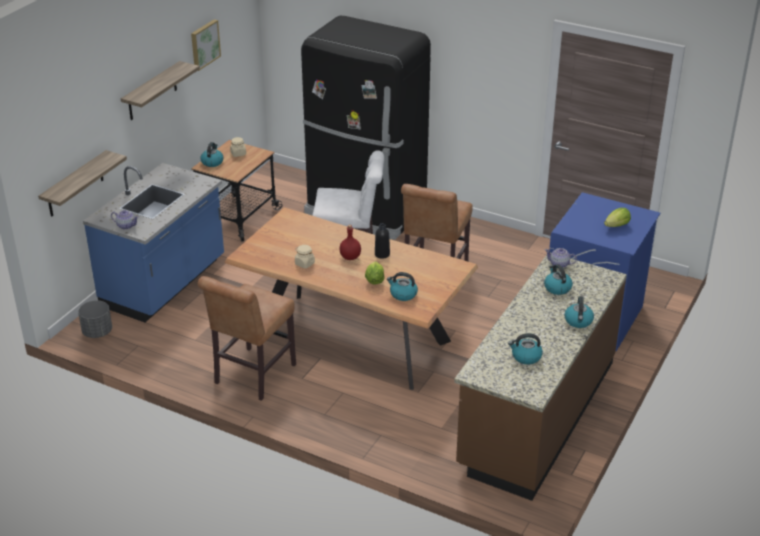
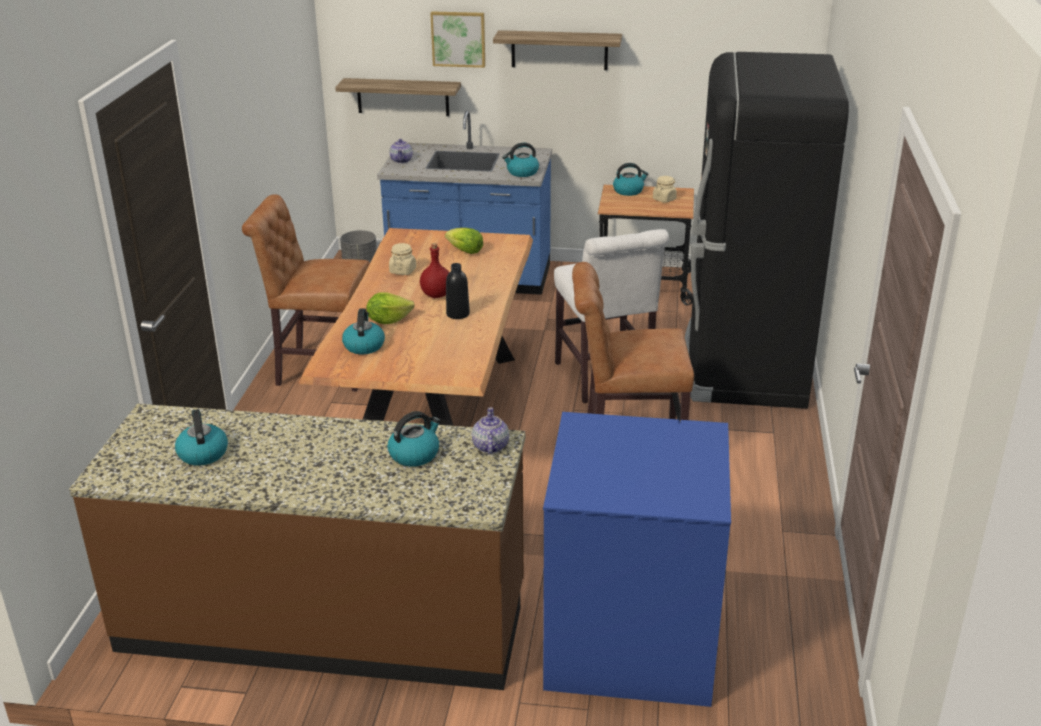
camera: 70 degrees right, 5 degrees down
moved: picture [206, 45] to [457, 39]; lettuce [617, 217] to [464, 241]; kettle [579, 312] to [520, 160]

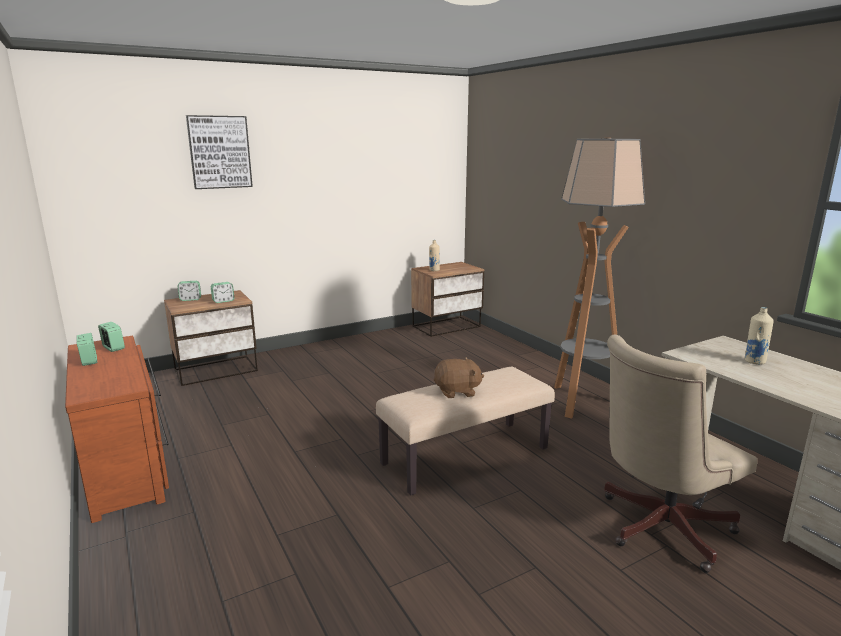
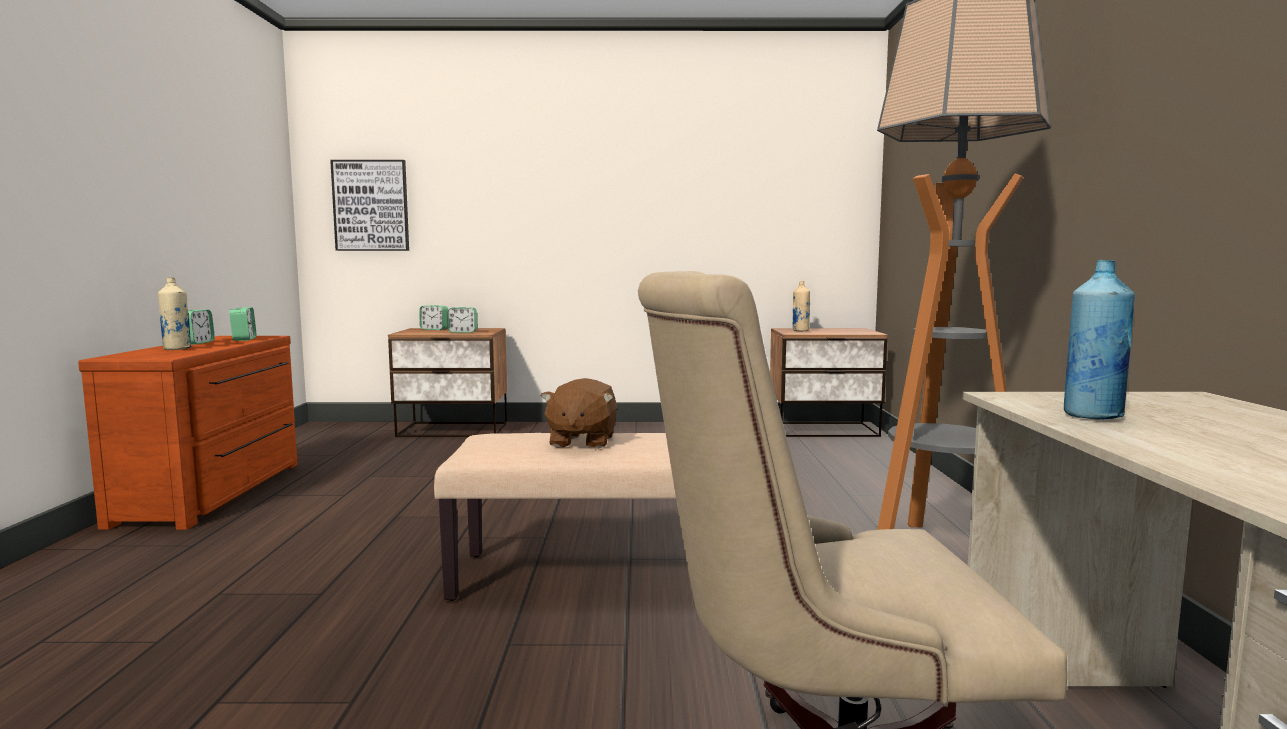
camera: 30 degrees right, 10 degrees down
added: blue bottle [1099, 339]
moved: picture [219, 152] to [369, 205]; beige bottle [759, 336] to [175, 313]
turned: brown plush toy [458, 377] = [579, 413] 75 degrees clockwise

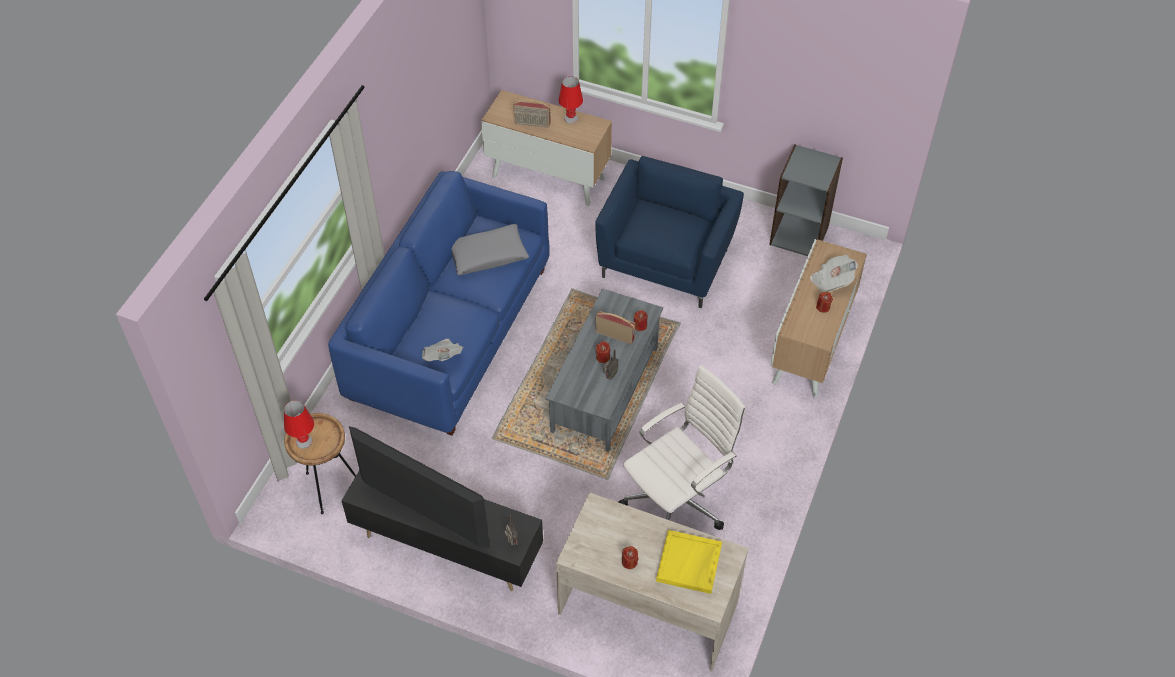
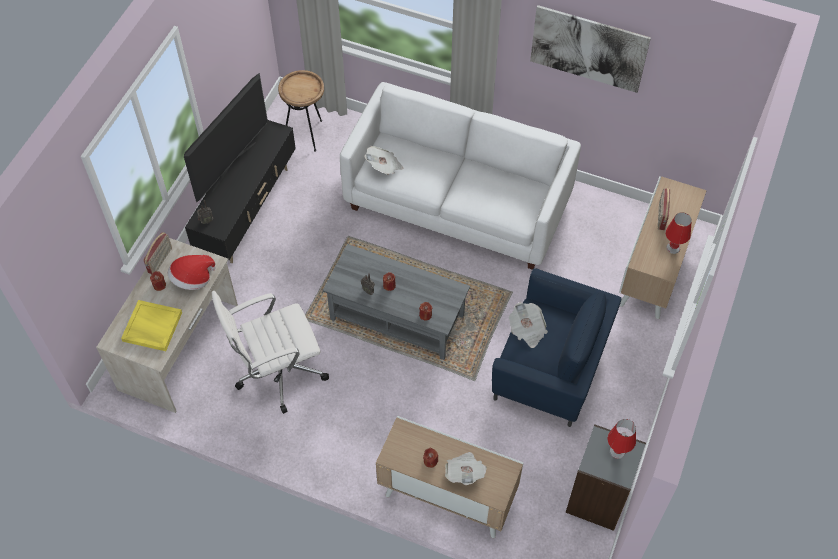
camera: 90 degrees right, 5 degrees up
removed: grey pillow [490, 249]
added: picture [590, 49]; hat [191, 272]; newspaper [528, 325]
moved: radio [615, 327] to [157, 253]; red table lamp [299, 424] to [621, 439]
recoloured: blue sofa [439, 303] to white sofa [460, 176]
turned: white office chair [682, 447] = [270, 352] 105 degrees clockwise

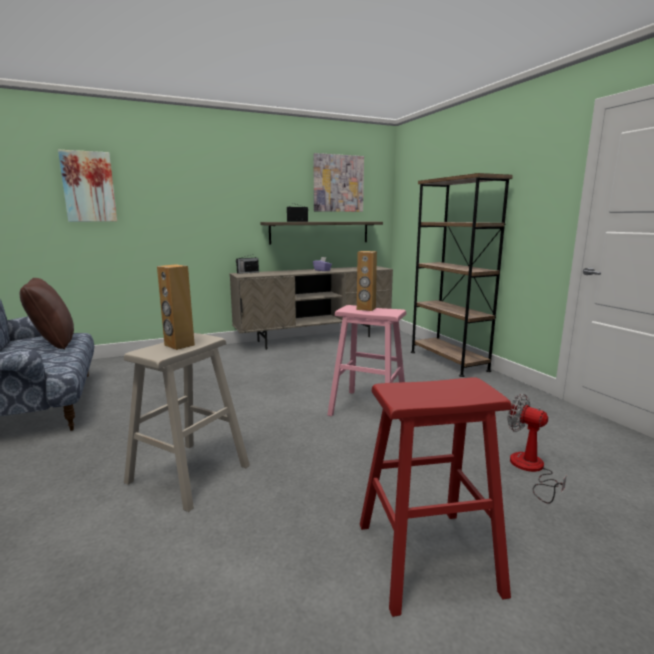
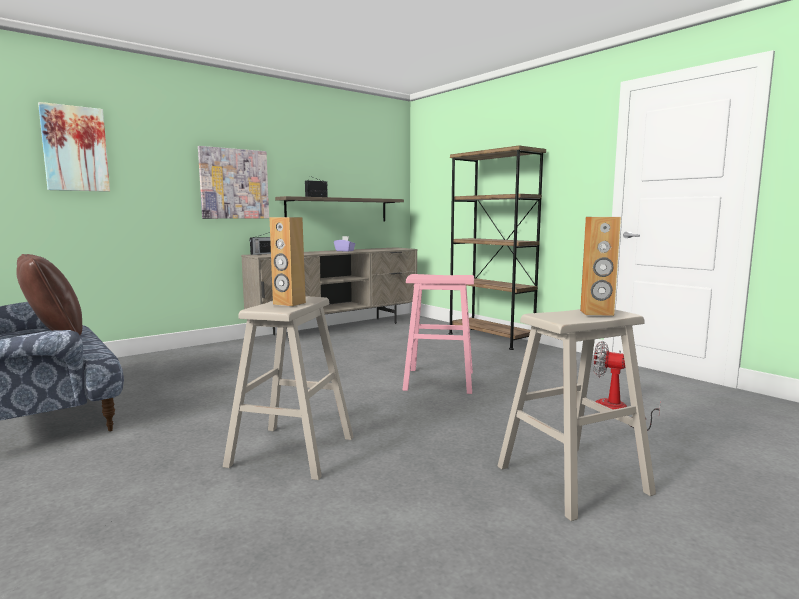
camera: 15 degrees left, 5 degrees down
moved: picture [338, 182] to [233, 182]; brown speaker [367, 281] to [600, 266]
recoloured: red stool [436, 497] to beige stool [577, 415]

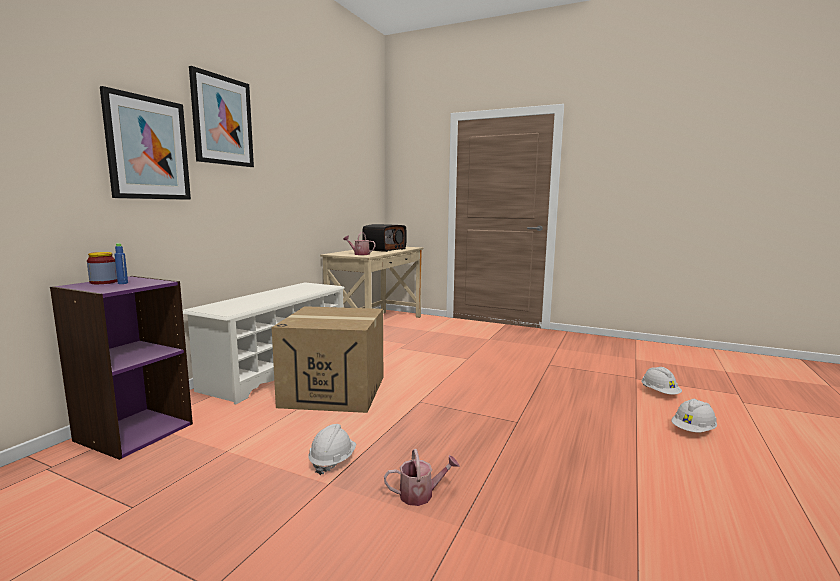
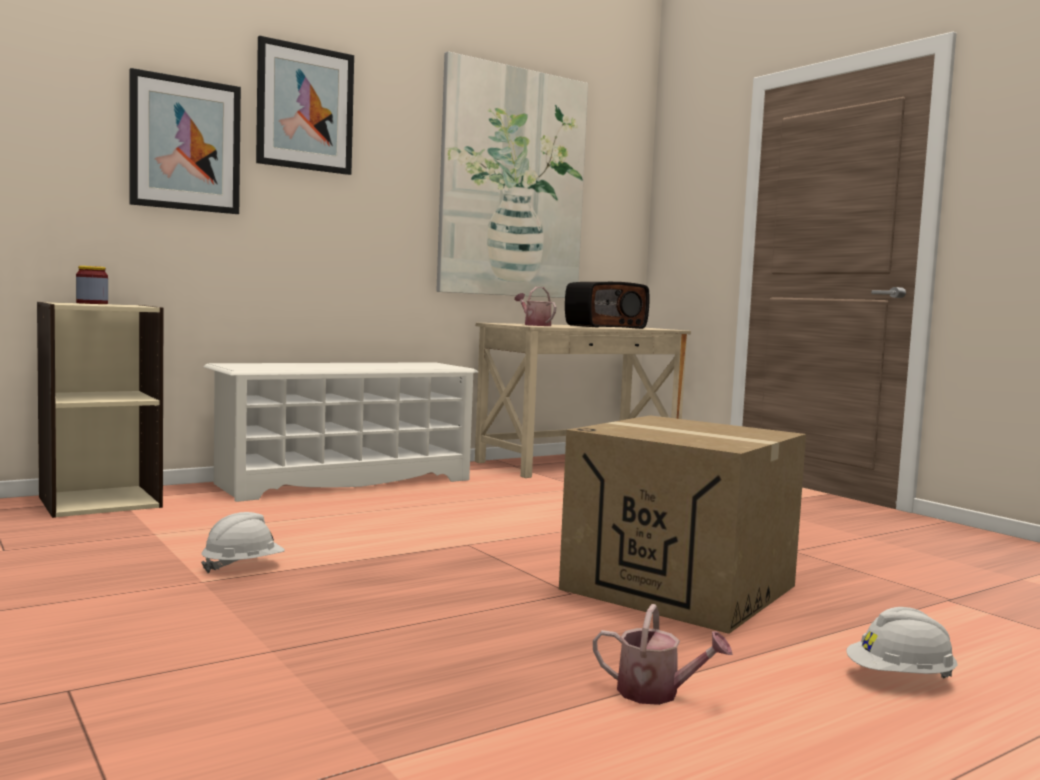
camera: 30 degrees right, 5 degrees down
removed: blue bottle [121, 263]; white hard hat [661, 381]
added: picture [512, 174]
moved: cardboard box [327, 359] to [682, 524]; watering can [421, 477] to [663, 654]
recoloured: purple bookcase [121, 368] to beige bookcase [100, 410]

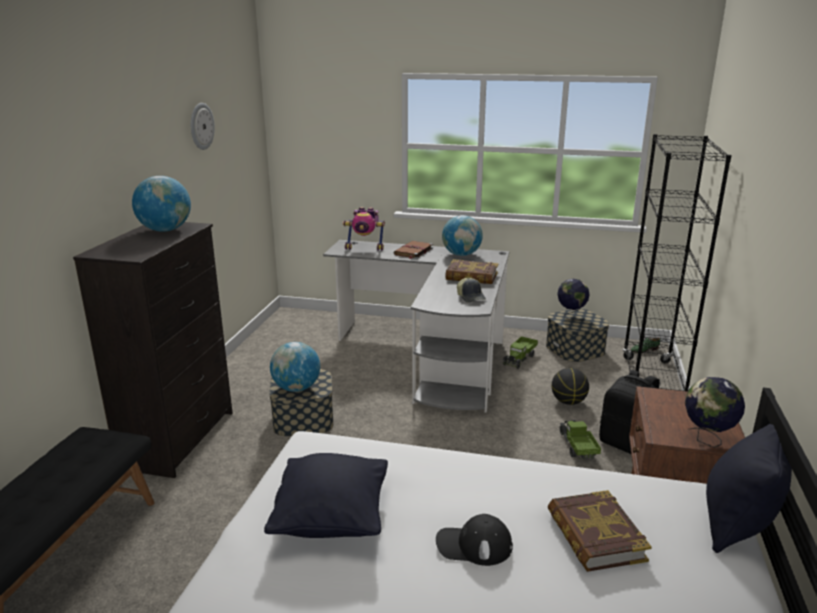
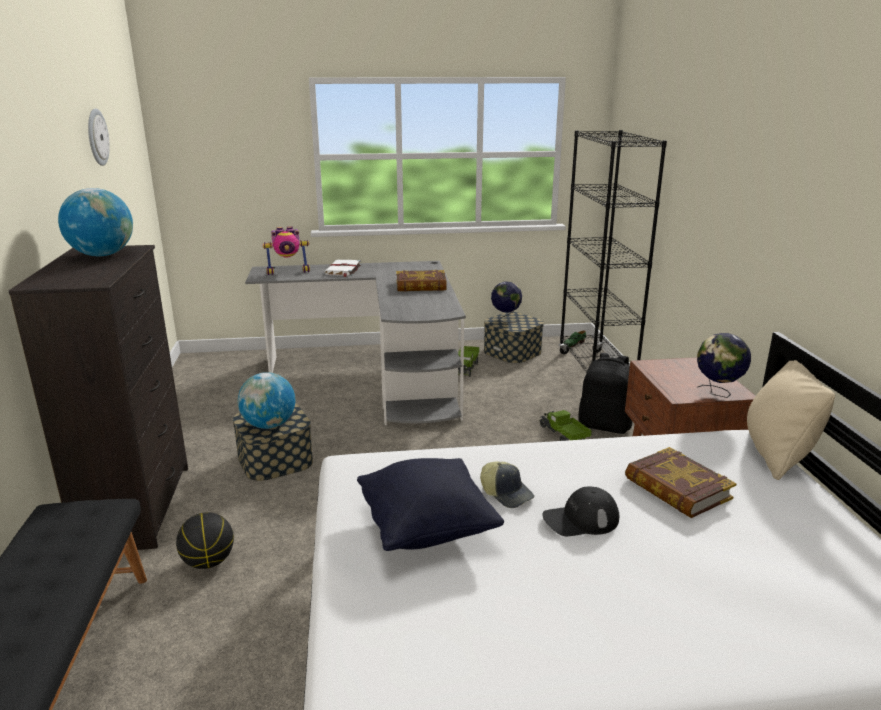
camera: 20 degrees left, 0 degrees up
removed: globe [462, 235]
moved: cap [471, 290] to [507, 484]; basketball [570, 386] to [205, 540]
recoloured: brown book [413, 250] to white book [342, 268]; black pillow [749, 488] to beige pillow [791, 420]

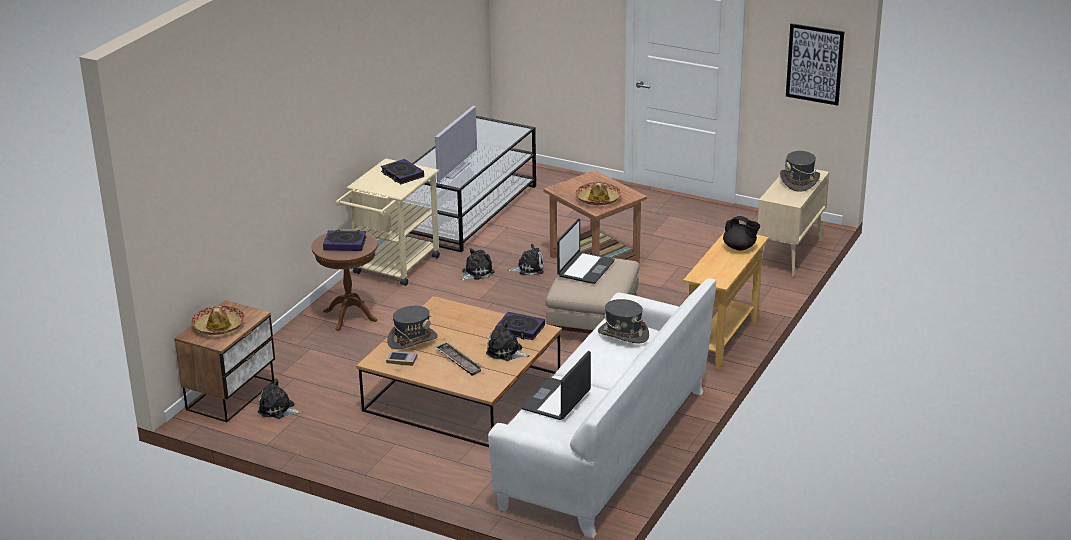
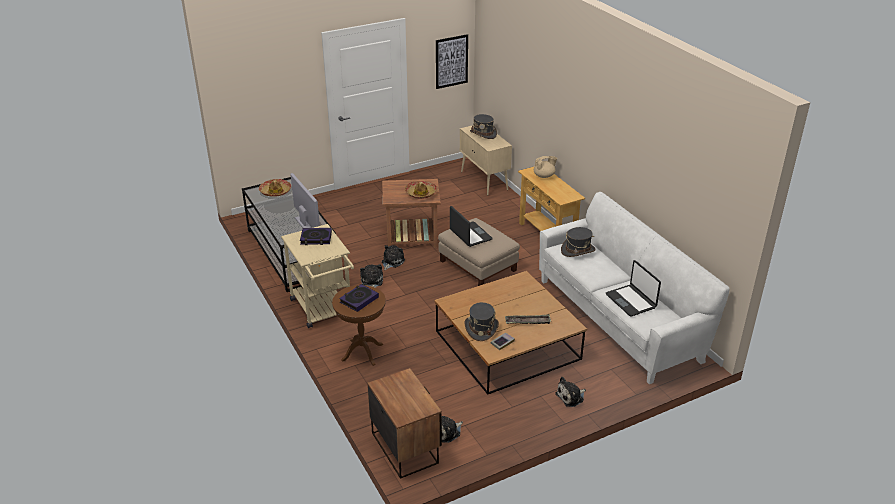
camera: 55 degrees left, 5 degrees up
removed: book [520, 326]
moved: hat [218, 320] to [275, 188]; plush toy [508, 341] to [570, 392]
recoloured: black teapot [741, 233] to beige teapot [545, 167]

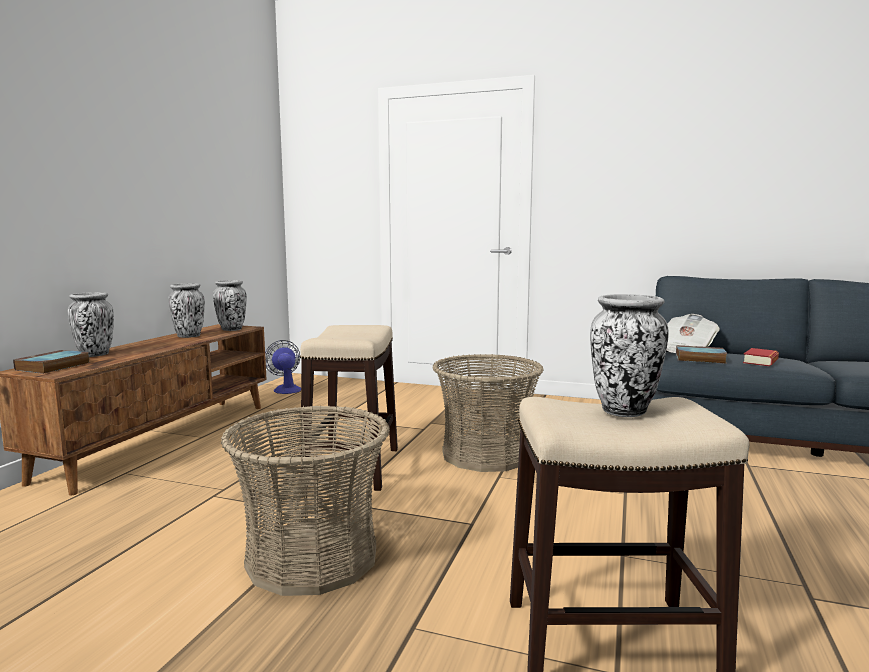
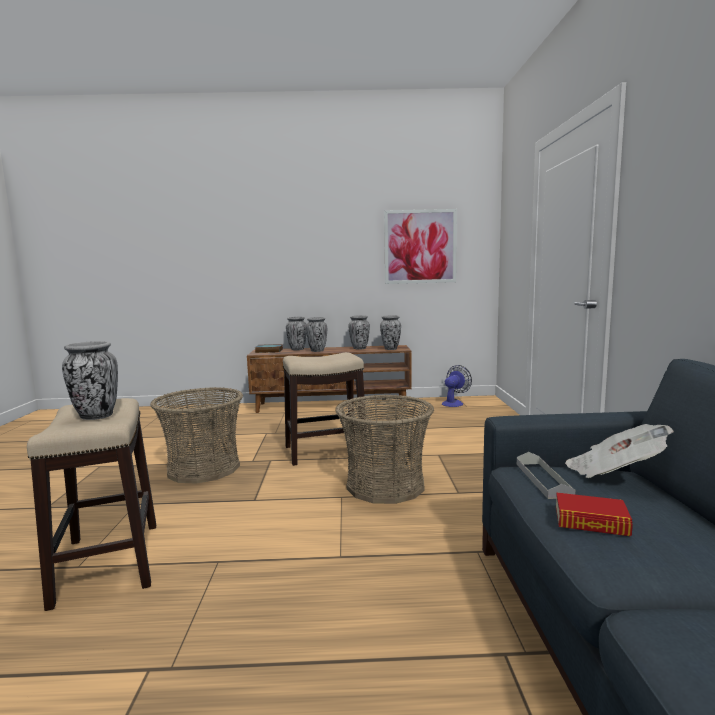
camera: 70 degrees right, 0 degrees up
added: picture [420, 246]; vase [316, 334]
replaced: book [702, 354] to grey tray [546, 475]

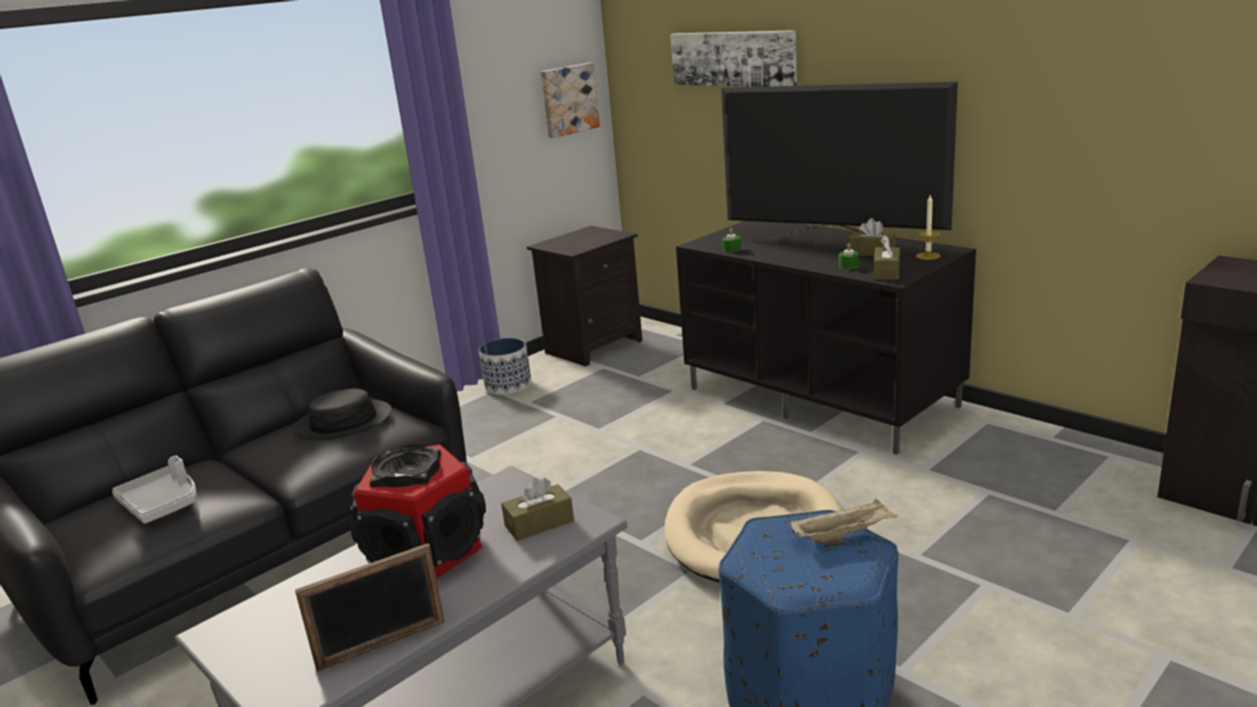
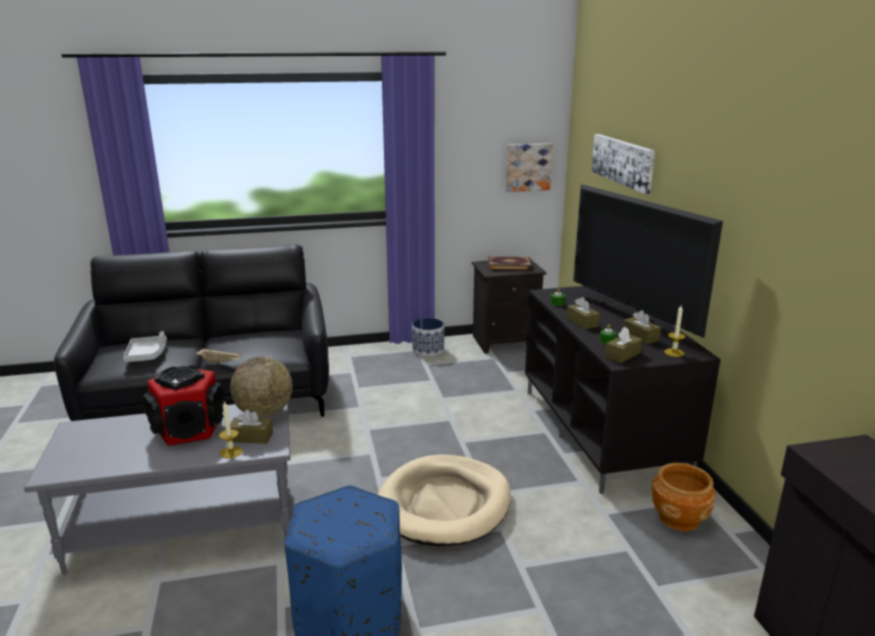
camera: 30 degrees right, 0 degrees up
removed: black hat [342, 414]; picture frame [370, 607]
added: book [509, 263]; brown tissue box [583, 313]; globe [261, 386]; candle [230, 429]; brown planter [683, 497]
moved: beige tray [844, 521] to [218, 355]

